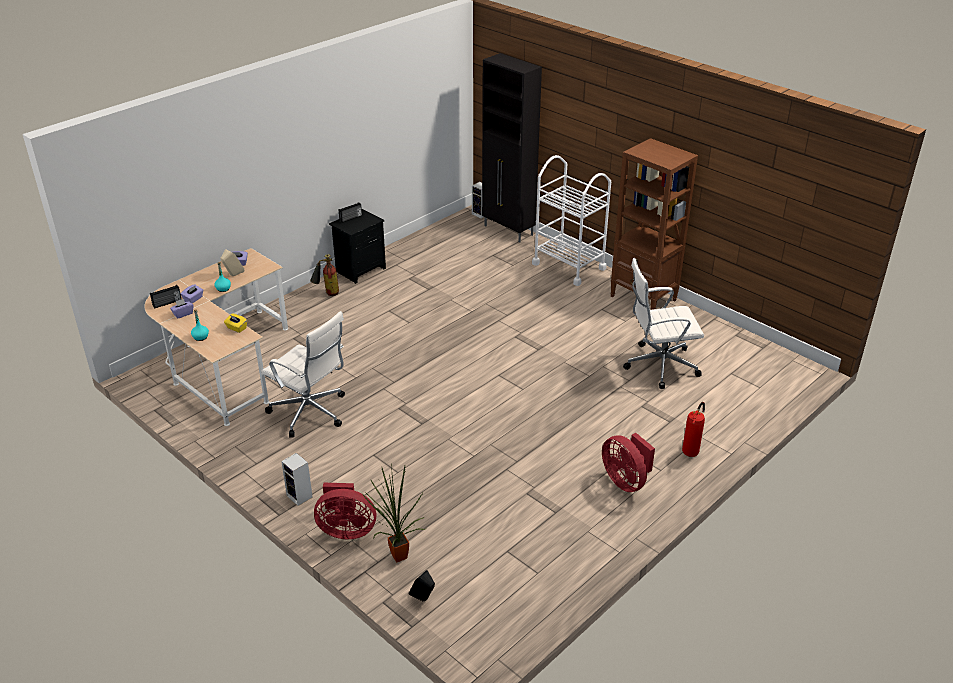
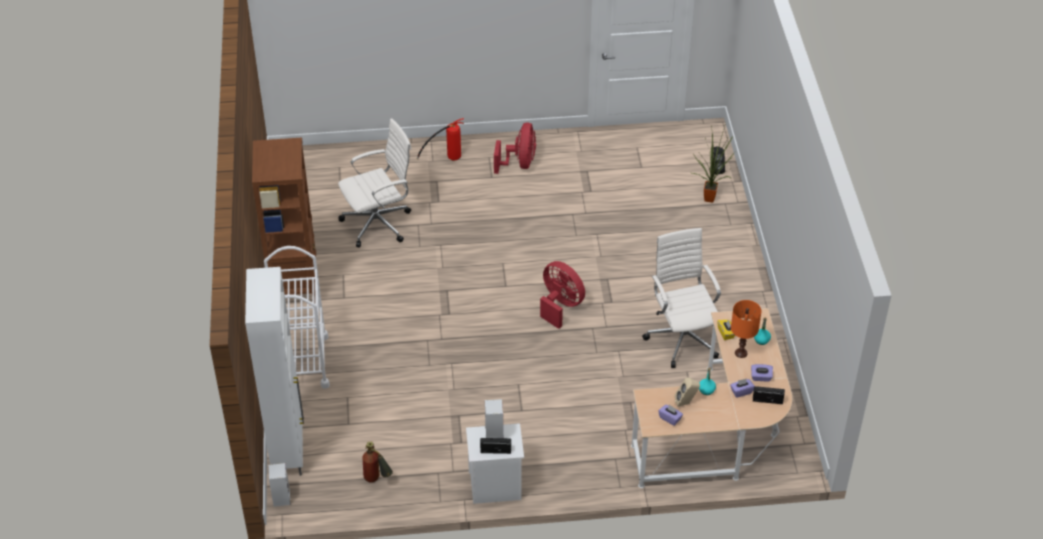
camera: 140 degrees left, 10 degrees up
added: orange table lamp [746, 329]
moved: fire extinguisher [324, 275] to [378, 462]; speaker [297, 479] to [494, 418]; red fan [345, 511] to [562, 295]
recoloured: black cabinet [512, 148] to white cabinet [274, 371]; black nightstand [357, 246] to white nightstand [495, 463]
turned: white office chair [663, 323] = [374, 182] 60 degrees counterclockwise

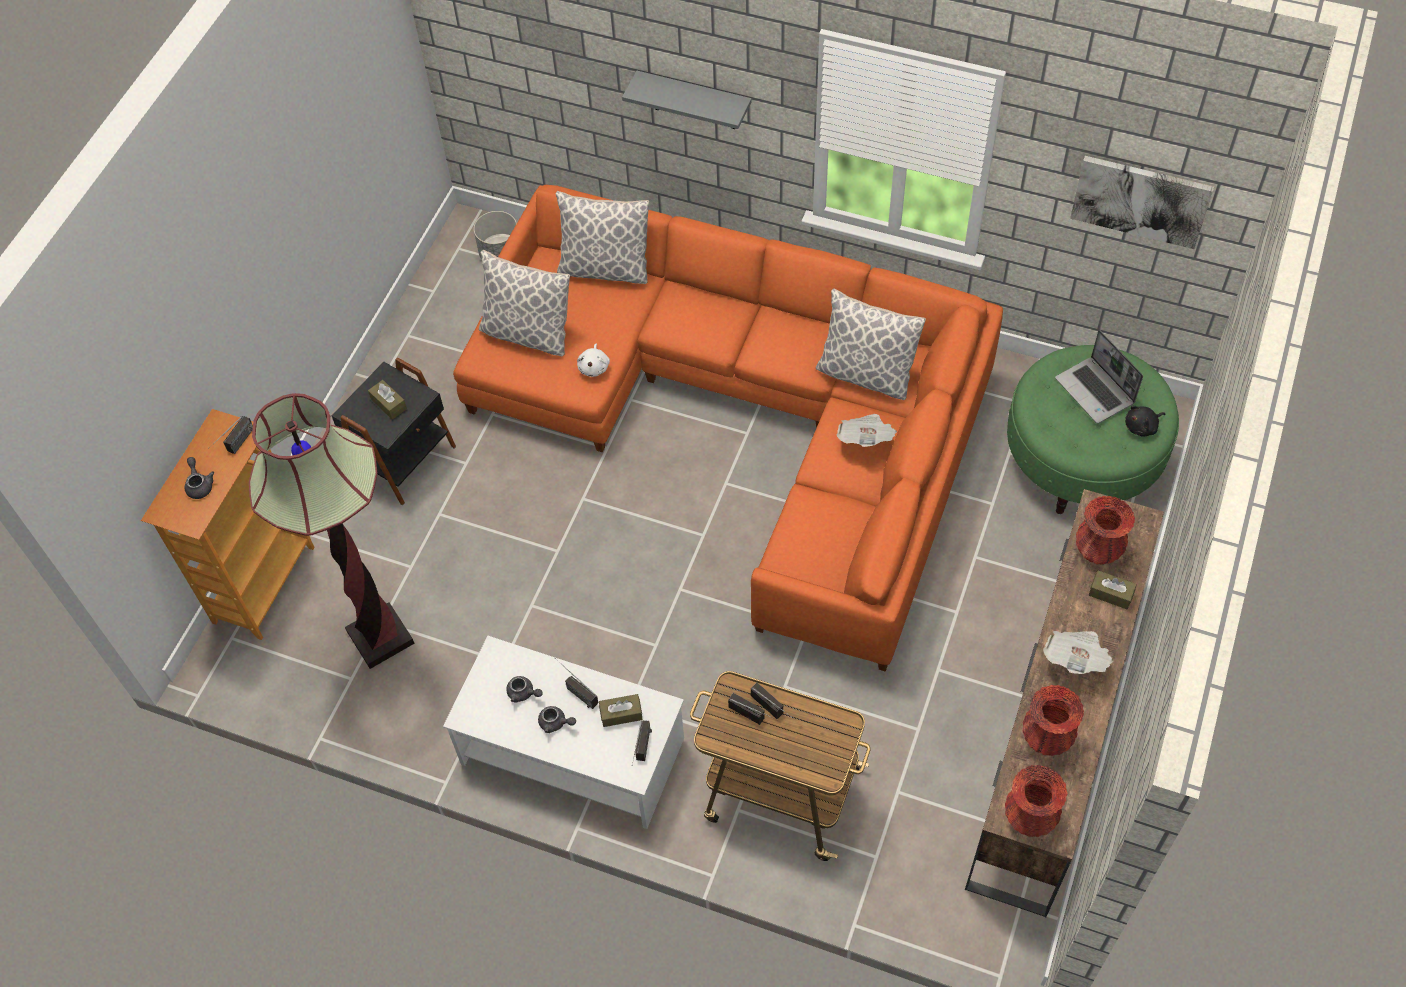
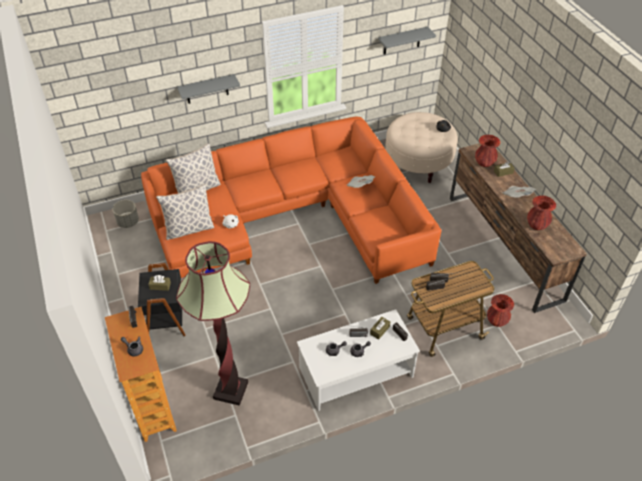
camera: 45 degrees left, 10 degrees down
removed: pillow [871, 344]; laptop [1099, 376]
moved: red vase [1036, 801] to [500, 310]
replaced: picture [1142, 202] to grey shelf [407, 41]
recoloured: green ottoman [1093, 429] to beige ottoman [422, 147]

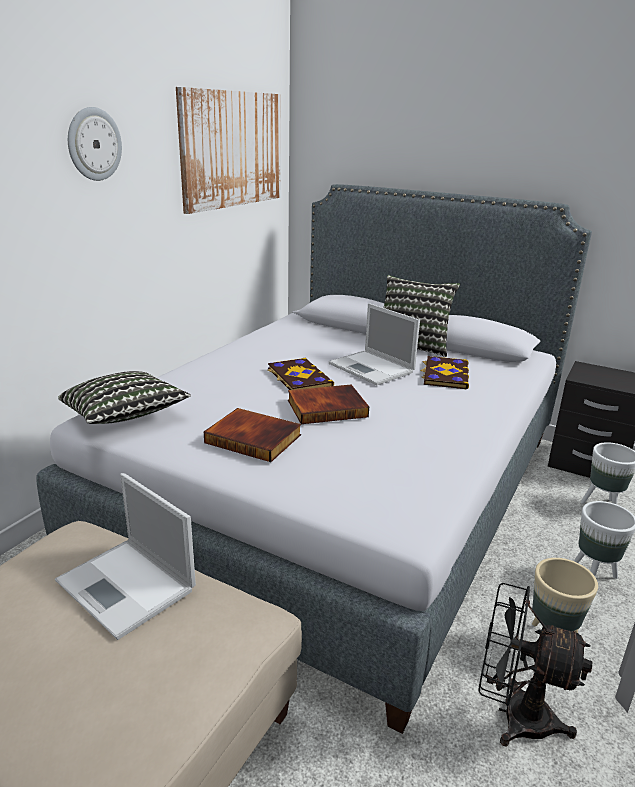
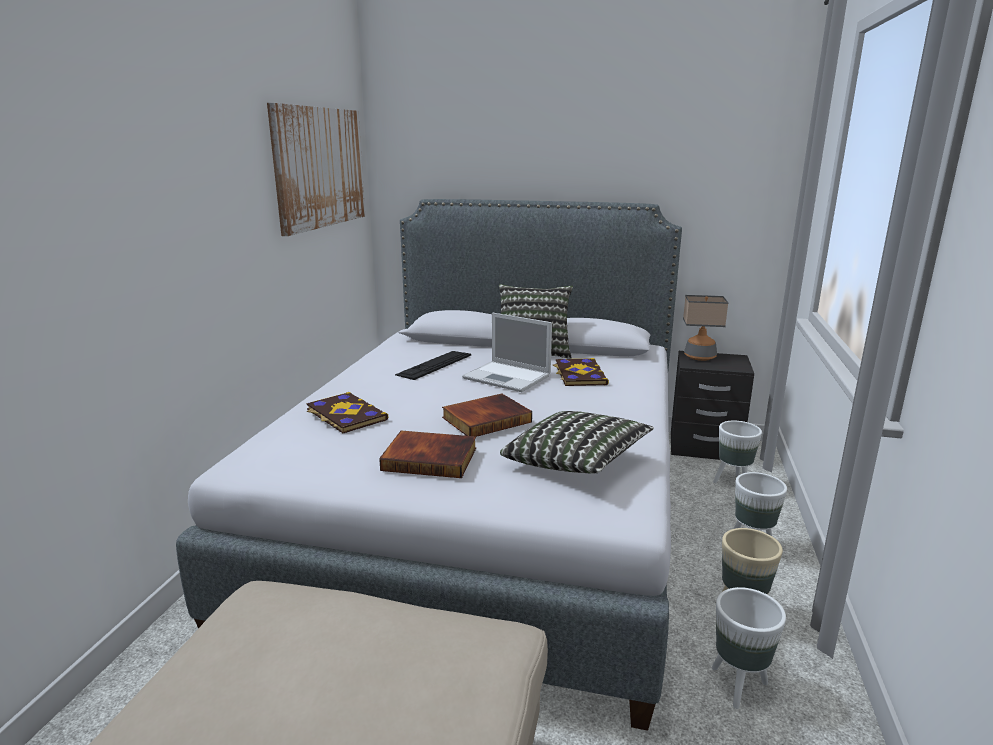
camera: 15 degrees left, 5 degrees down
removed: wall clock [95, 144]; laptop [125, 556]
added: table lamp [705, 328]; keyboard [433, 365]
moved: book [300, 374] to [347, 412]; pillow [124, 397] to [577, 442]
replaced: black fan [535, 665] to white planter [749, 648]

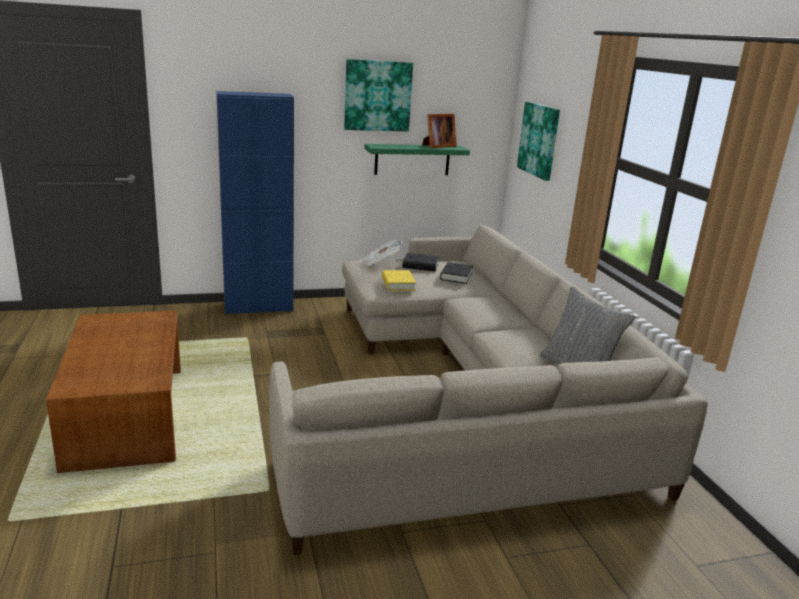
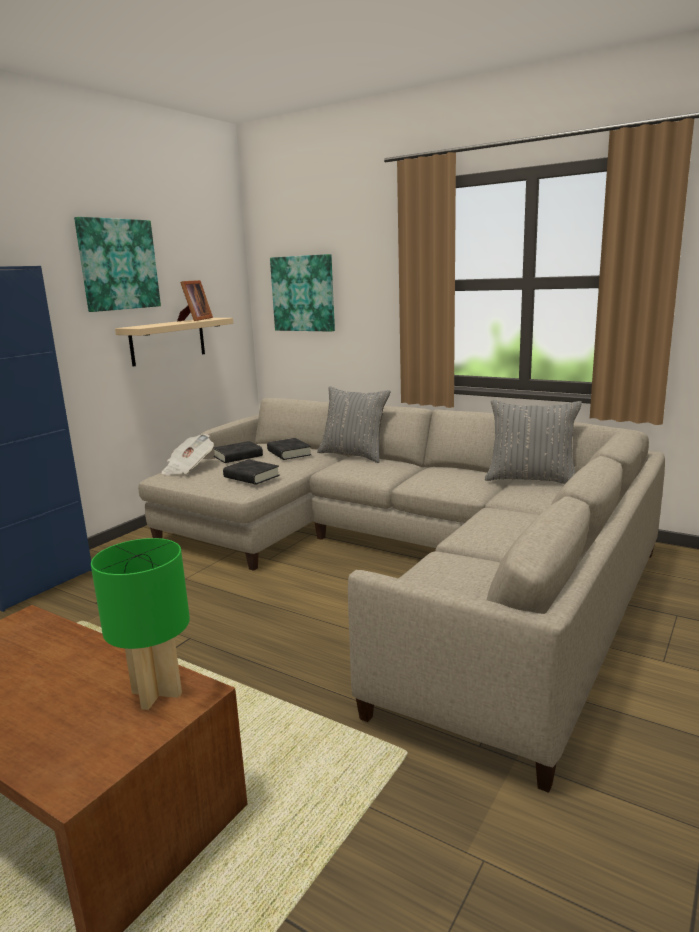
camera: 40 degrees left, 5 degrees down
added: grey pillow [354, 424]; green table lamp [140, 624]
recoloured: green shelf [417, 159] to beige shelf [174, 342]; yellow book [399, 280] to black book [251, 472]

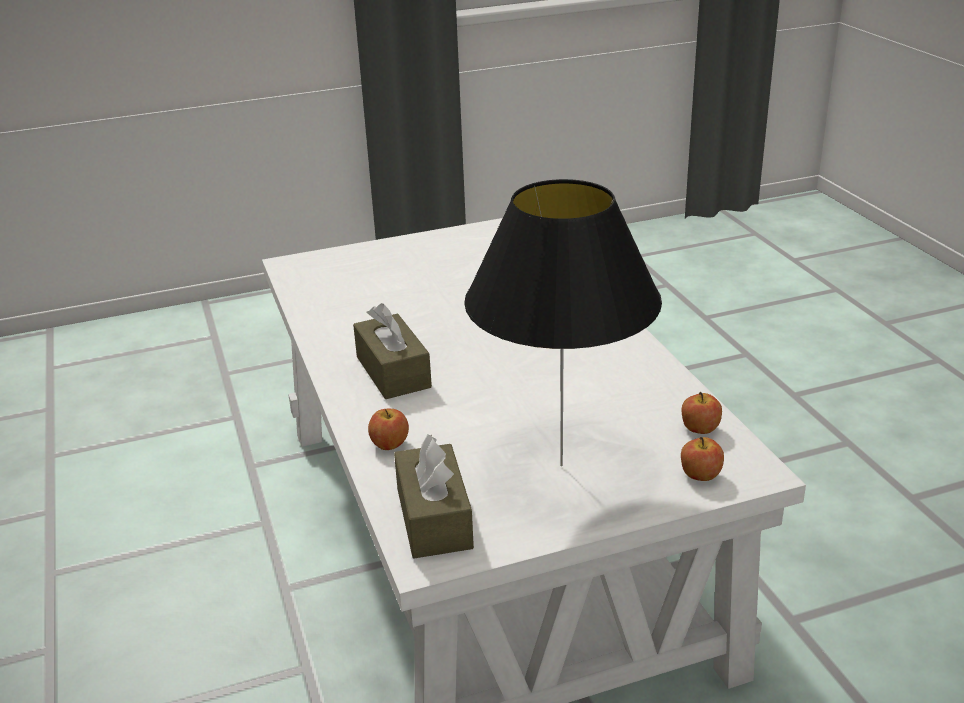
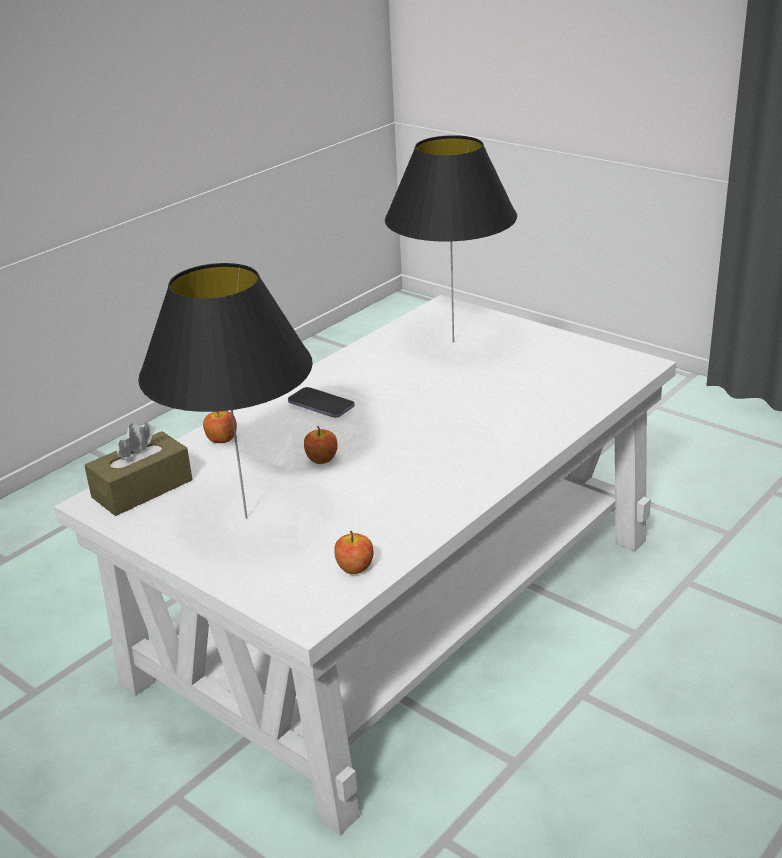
camera: 60 degrees right, 0 degrees up
added: black table lamp [451, 239]
moved: apple [702, 459] to [321, 445]
replaced: brown tissue box [392, 351] to phone [321, 402]

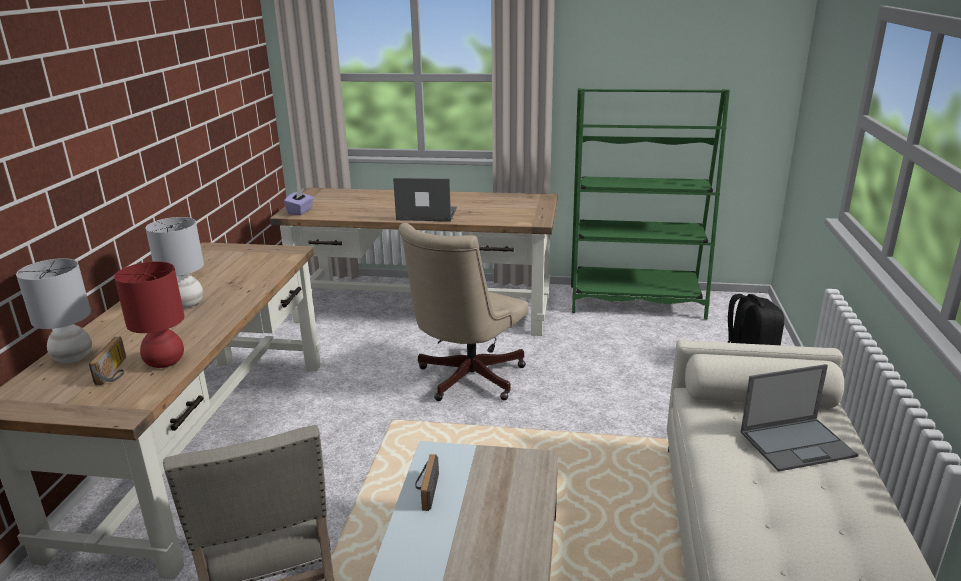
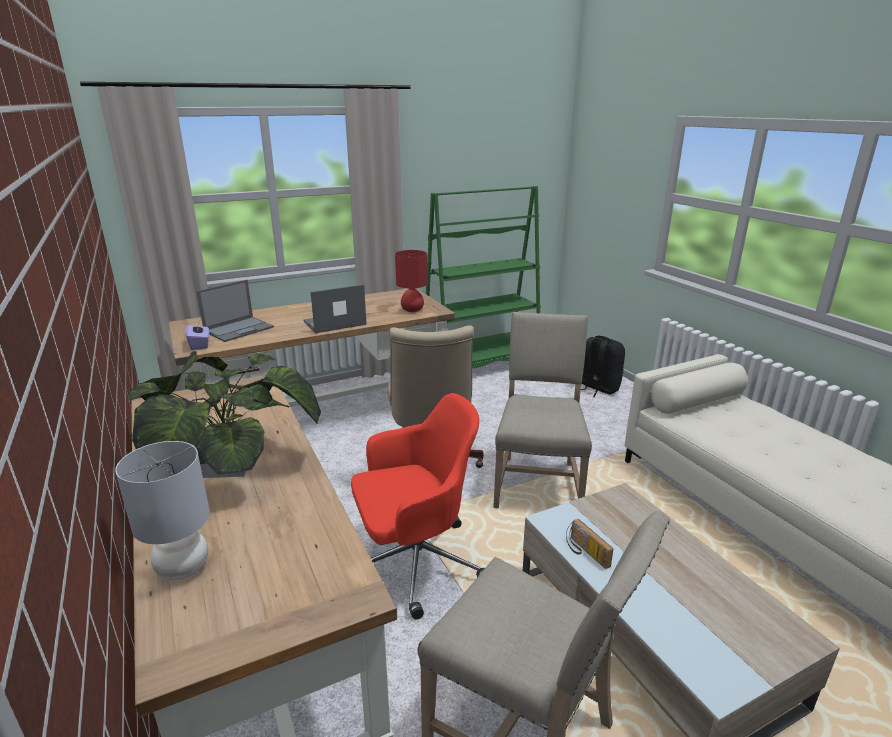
camera: 35 degrees left, 0 degrees up
removed: radio [107, 361]
added: beige chair [542, 410]; red office chair [418, 506]
moved: red table lamp [149, 314] to [411, 281]; laptop [799, 418] to [235, 311]
replaced: grey table lamp [174, 262] to potted plant [224, 414]

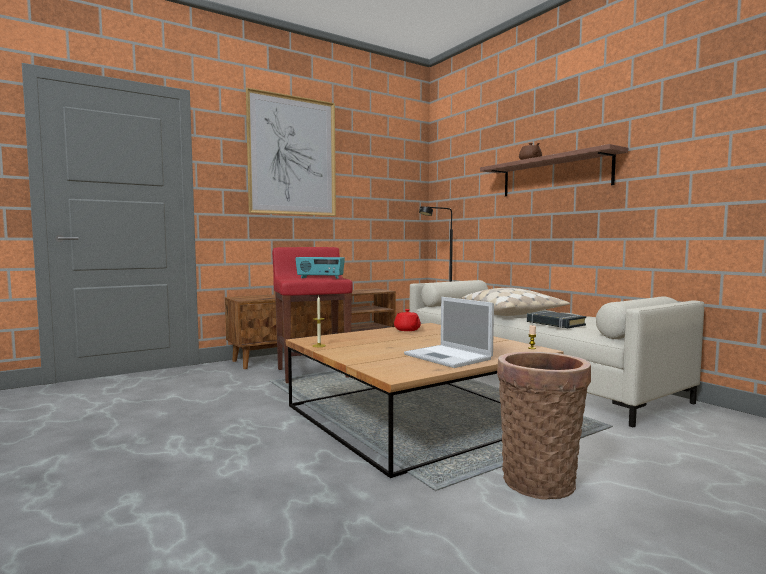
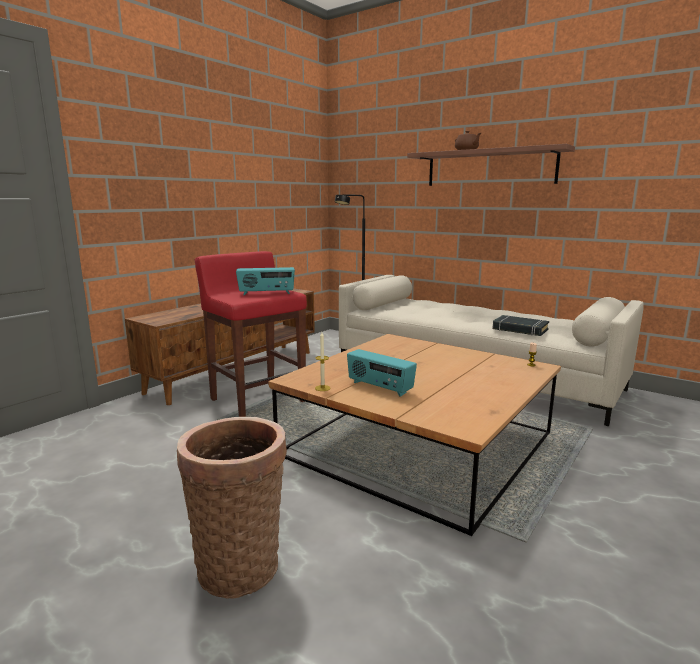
camera: 20 degrees left, 10 degrees up
removed: picture [291, 152]; beige pillow [516, 302]; laptop [449, 332]; red teapot [407, 320]
added: radio [382, 373]
moved: basket [544, 426] to [232, 508]

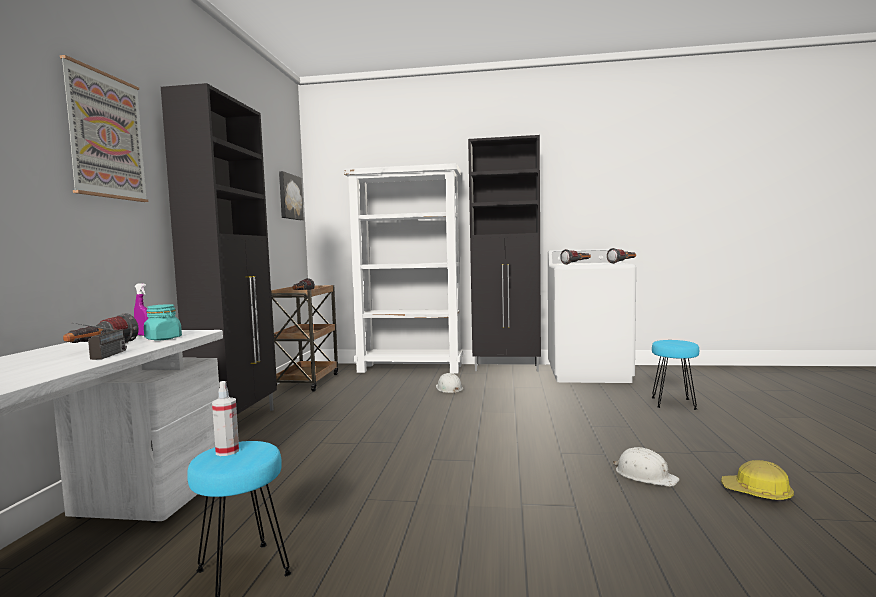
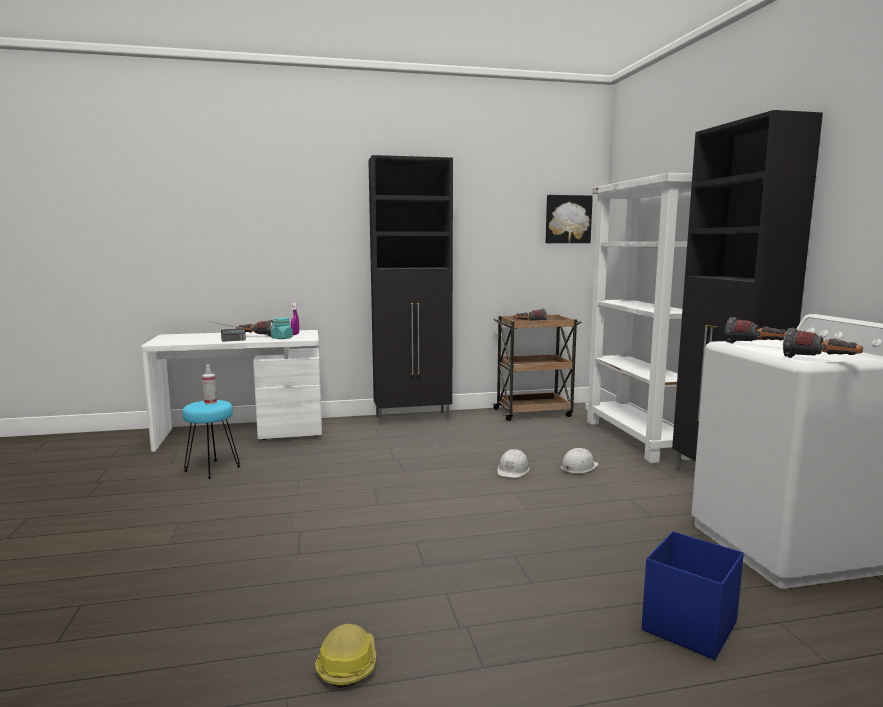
camera: 70 degrees right, 5 degrees up
removed: picture [104, 128]
moved: white hard hat [646, 467] to [513, 463]
replaced: turquoise stool [675, 375] to blue storage box [693, 595]

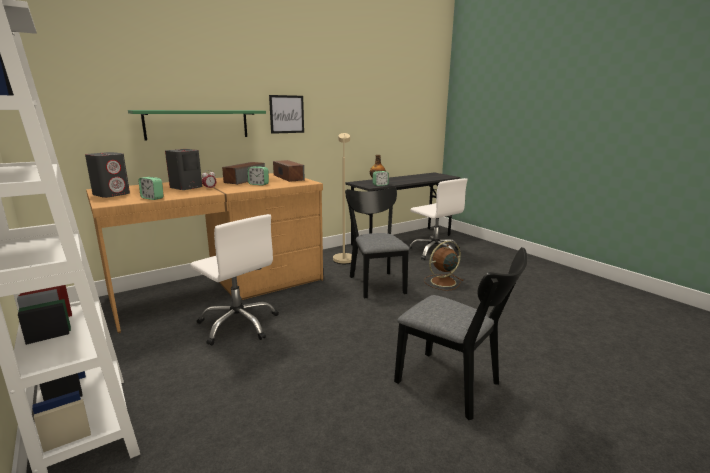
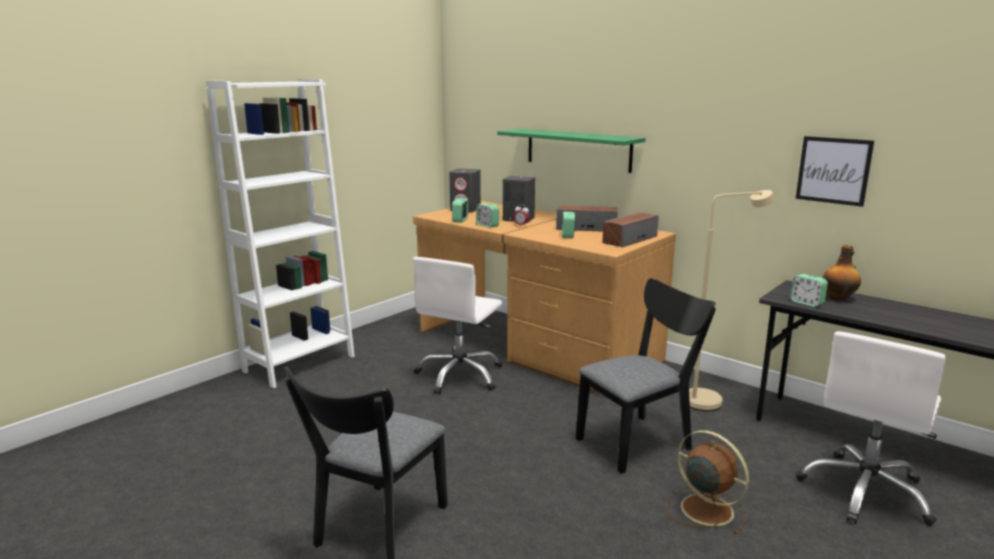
camera: 75 degrees right, 0 degrees up
added: alarm clock [487, 215]
moved: picture [286, 114] to [835, 171]

